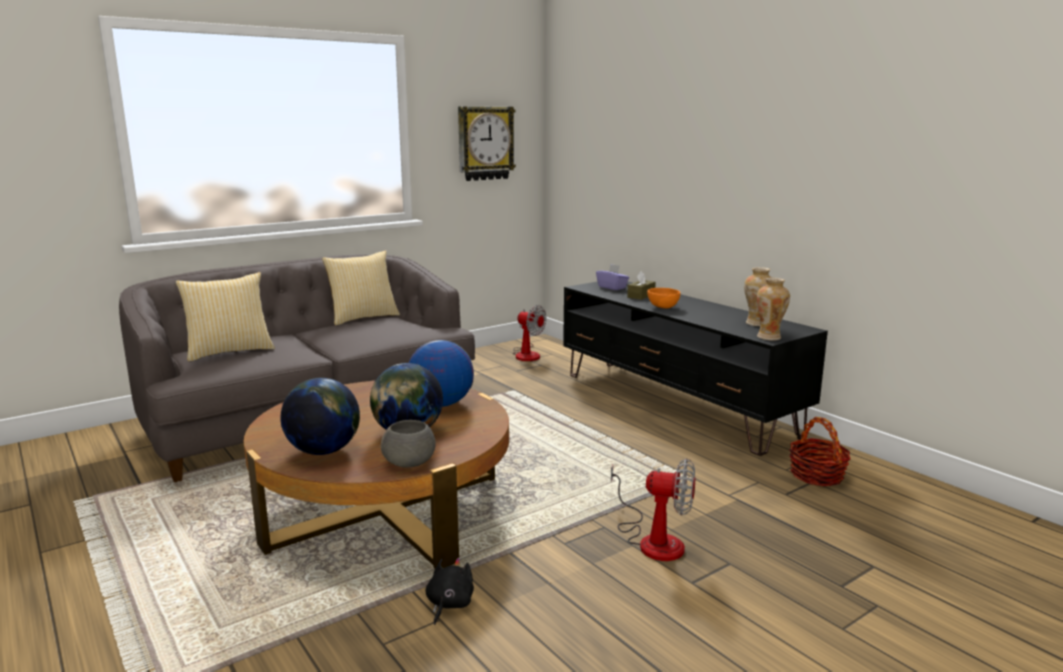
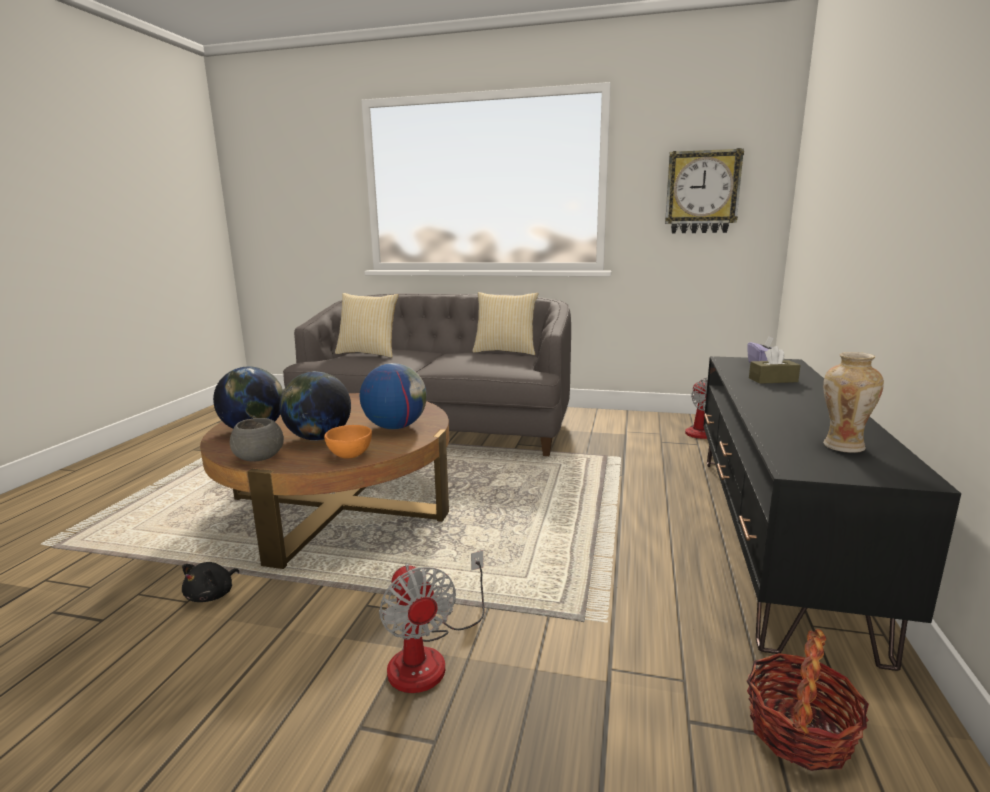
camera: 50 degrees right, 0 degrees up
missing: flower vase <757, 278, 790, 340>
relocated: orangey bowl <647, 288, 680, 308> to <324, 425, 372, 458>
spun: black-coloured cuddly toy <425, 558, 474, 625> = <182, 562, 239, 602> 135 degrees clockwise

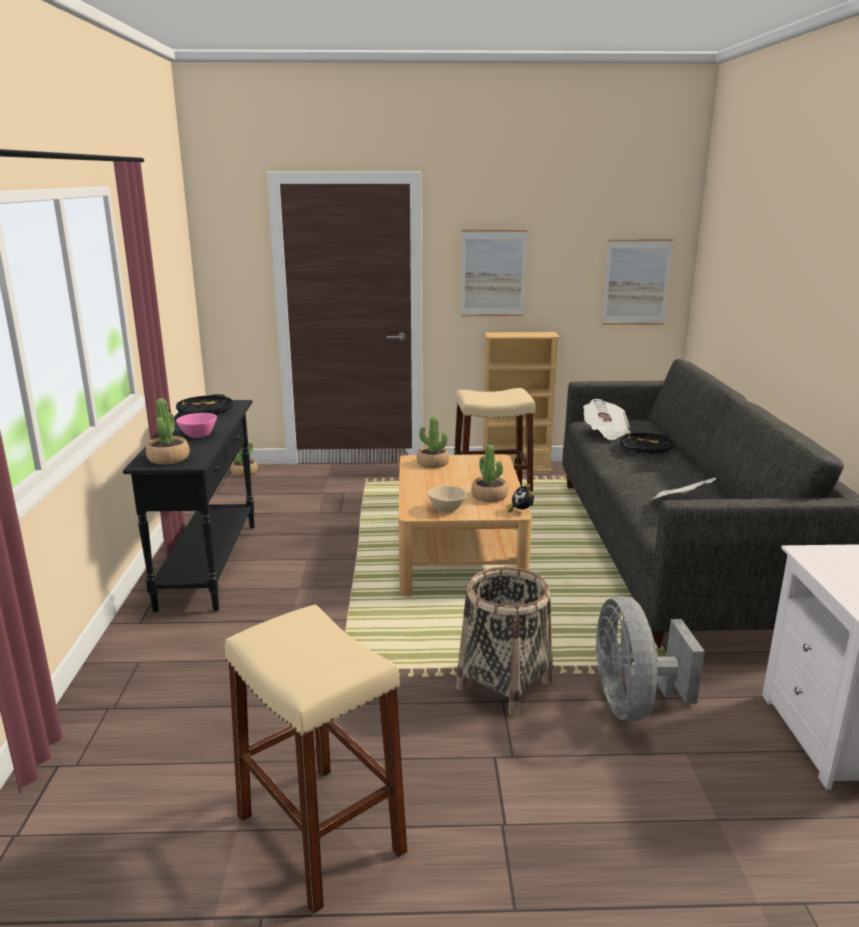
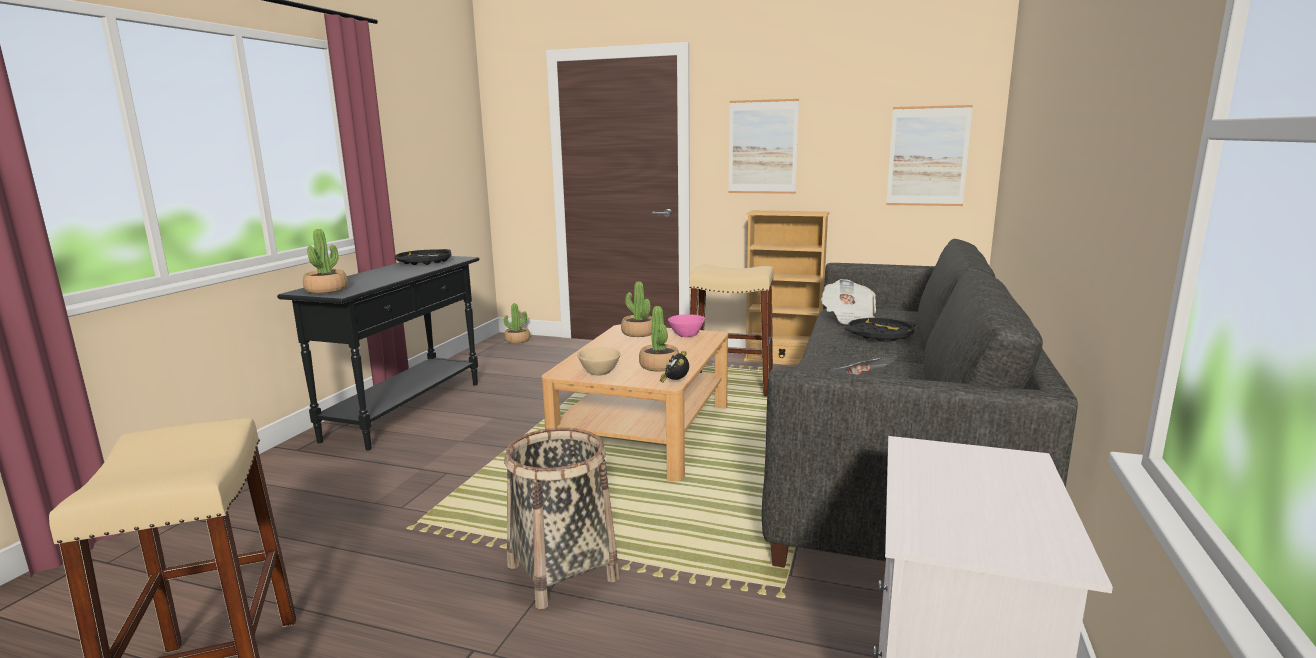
camera: 20 degrees right, 5 degrees down
missing: greyish fan <595, 596, 705, 722>
relocated: pink-coloured bowl <176, 413, 217, 438> to <668, 314, 705, 337>

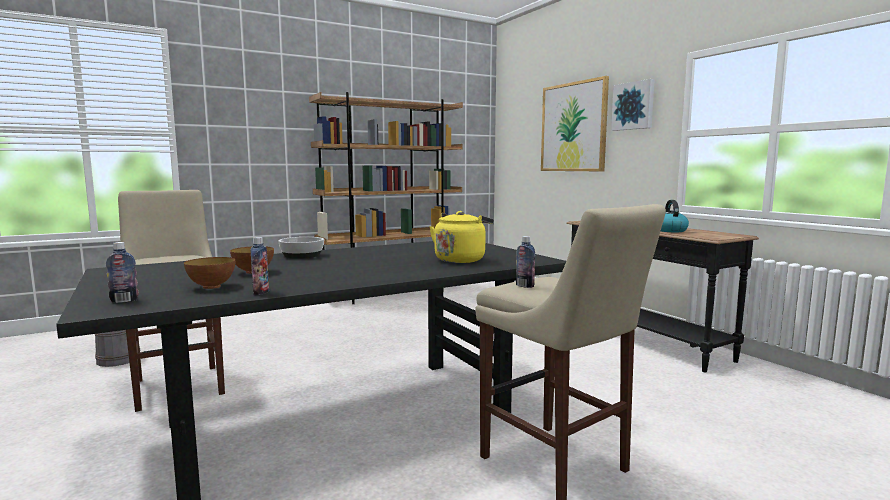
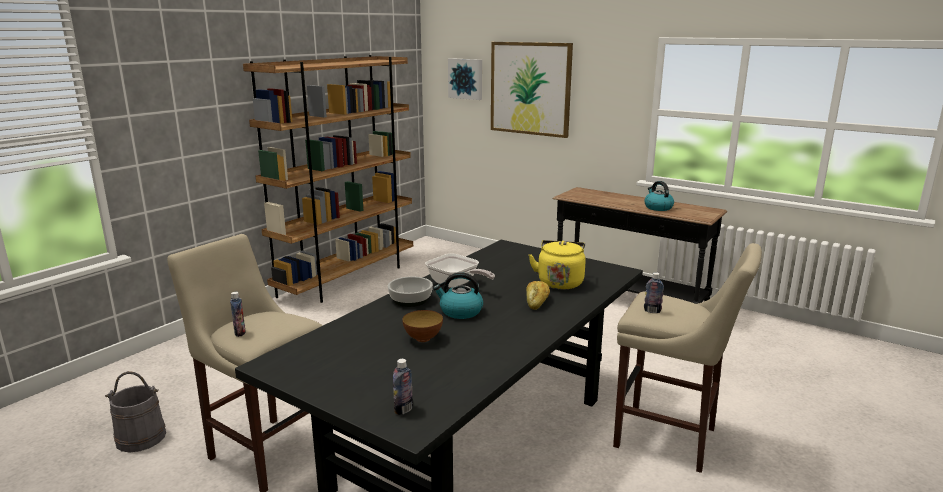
camera: 25 degrees left, 10 degrees up
missing: bowl <184, 257, 235, 289>
appeared: frying pan <425, 253, 495, 288>; kettle <433, 272, 483, 319>; baked bread <526, 281, 550, 310>
relocated: wall art <611, 79, 655, 131> to <448, 58, 482, 100>; drink bottle <251, 237, 269, 295> to <230, 292, 246, 337>

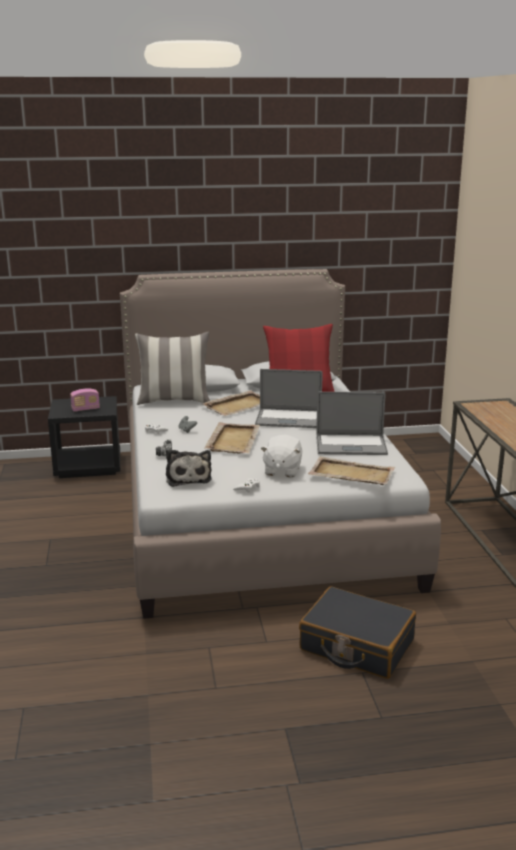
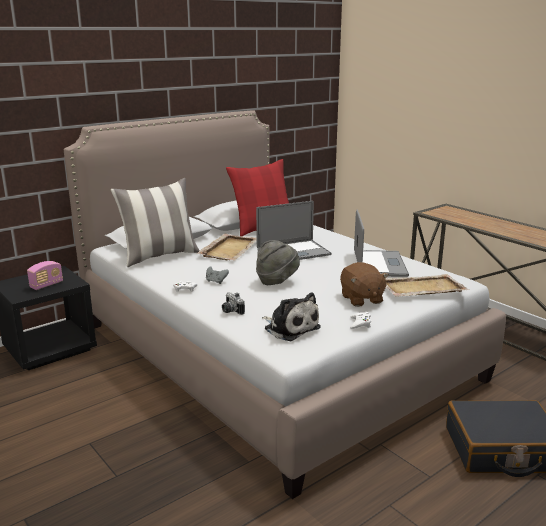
camera: 30 degrees left, 0 degrees up
exchanged: beige-coloured tray <204, 422, 260, 454> to greyish wearable hat <256, 240, 300, 285>
colour: white-coloured cuddly toy <261, 435, 302, 478> to brown cuddly toy <340, 262, 389, 307>
spun: notebook computer <316, 392, 388, 455> = <354, 209, 409, 277> 60 degrees counterclockwise

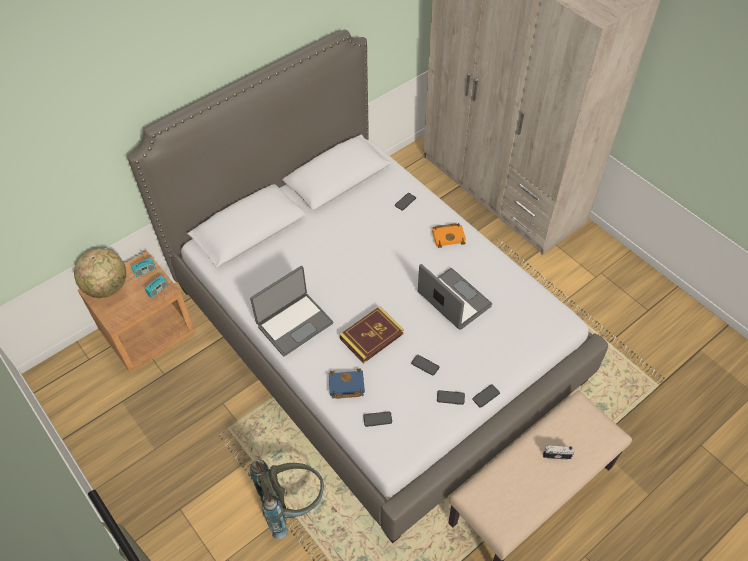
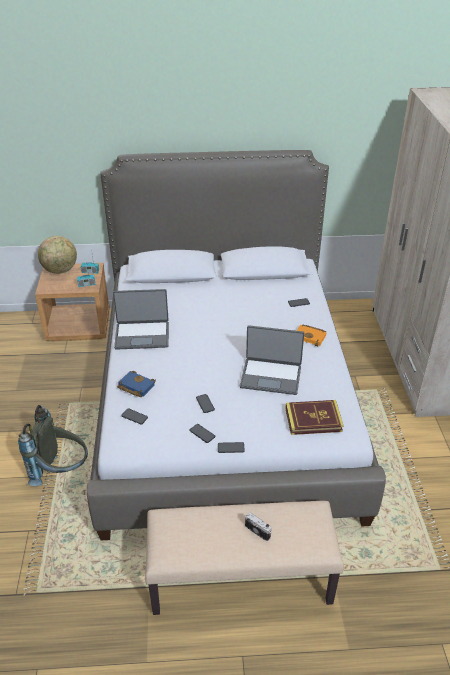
camera: 35 degrees right, 15 degrees down
relocated: bound book <340, 306, 404, 364> to <285, 400, 344, 435>
spun: notebook computer <418, 264, 492, 330> = <240, 325, 304, 395> 105 degrees clockwise

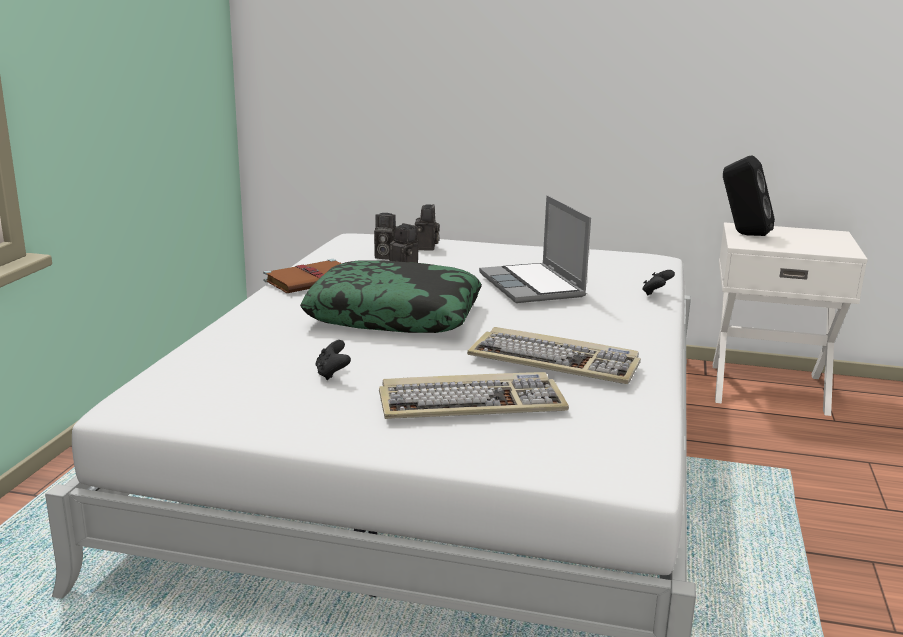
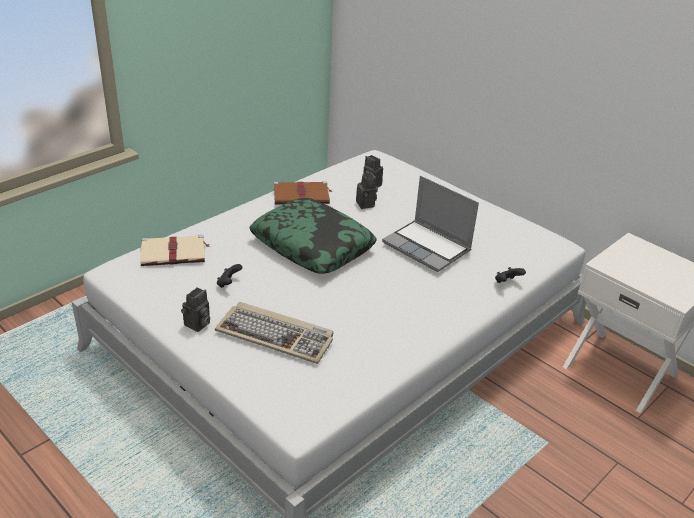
camera: 30 degrees right, 15 degrees up
missing: black-coloured speaker <723, 155, 775, 236>; PC keyboard <467, 327, 641, 384>
appeared: beige-coloured bound book <140, 235, 210, 266>
relocated: still camera <415, 204, 440, 251> to <181, 287, 210, 332>
spun: notebook computer <479, 195, 591, 303> = <382, 176, 479, 272> 60 degrees counterclockwise

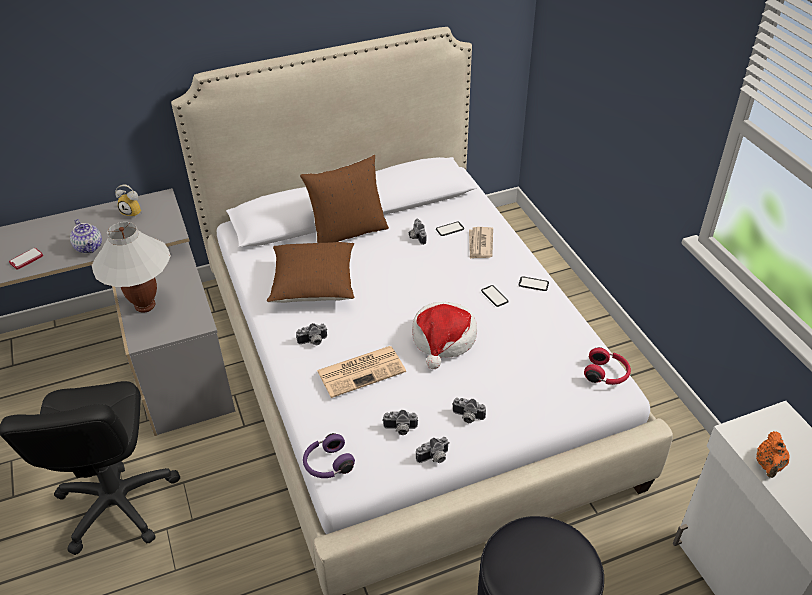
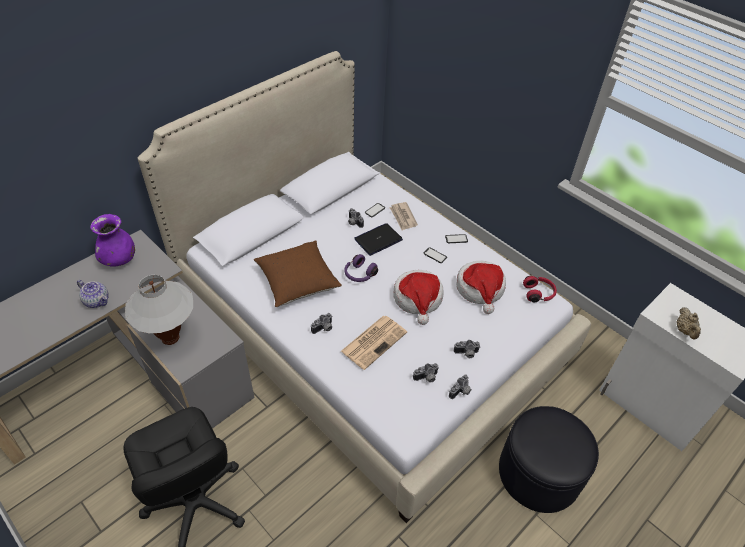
camera: 25 degrees left, 5 degrees up
missing: brown pillow <300, 155, 389, 243>; phone <9, 248, 43, 270>
appeared: notebook computer <355, 223, 403, 256>; wearable hat <456, 261, 506, 314>
relocated: purple headphones <303, 433, 355, 478> to <344, 254, 378, 282>
exchanged: bedside clock <115, 184, 142, 217> to purple flower vase <90, 214, 135, 267>
colour: orangey teapot <756, 431, 789, 478> to beige-coloured teapot <677, 307, 701, 340>

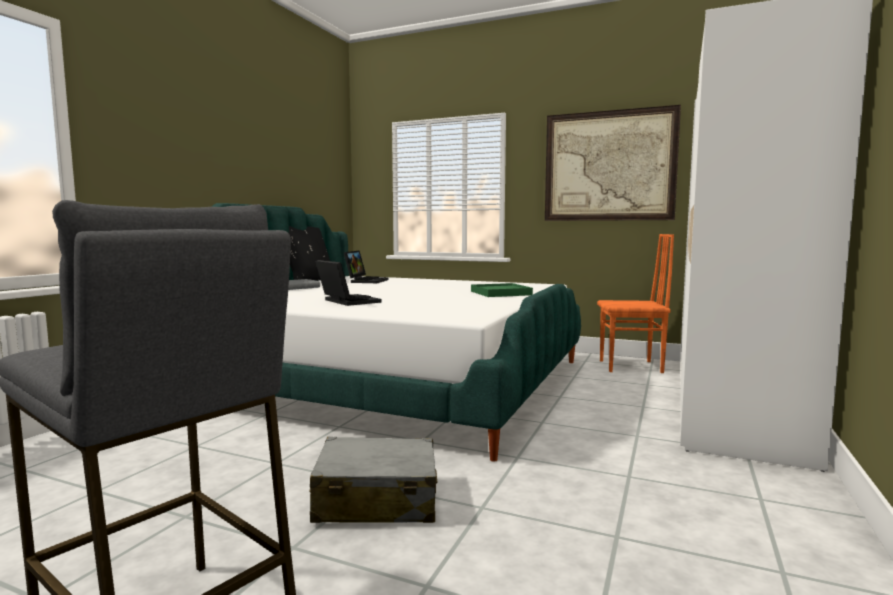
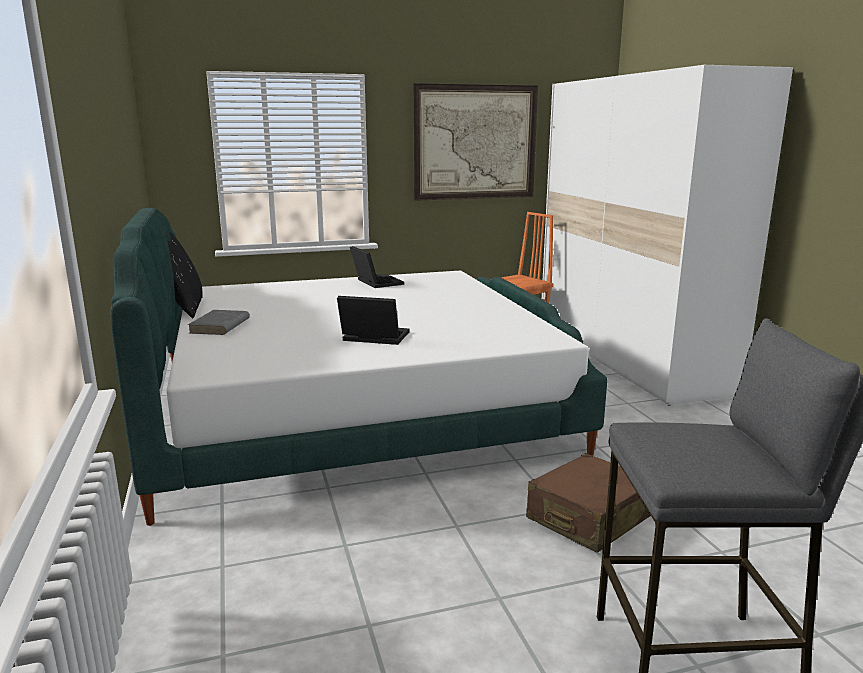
camera: 40 degrees left, 10 degrees up
missing: green-coloured tray <471, 283, 533, 297>
relocated: notebook computer <344, 251, 389, 283> to <350, 246, 404, 288>
colour: greyish suitcase <309, 437, 437, 523> to brown suitcase <526, 453, 651, 553>

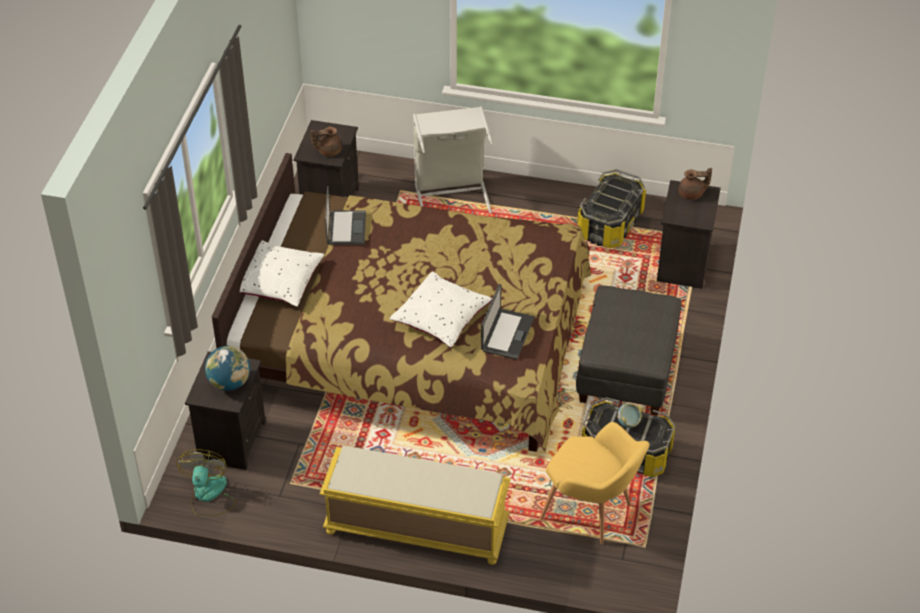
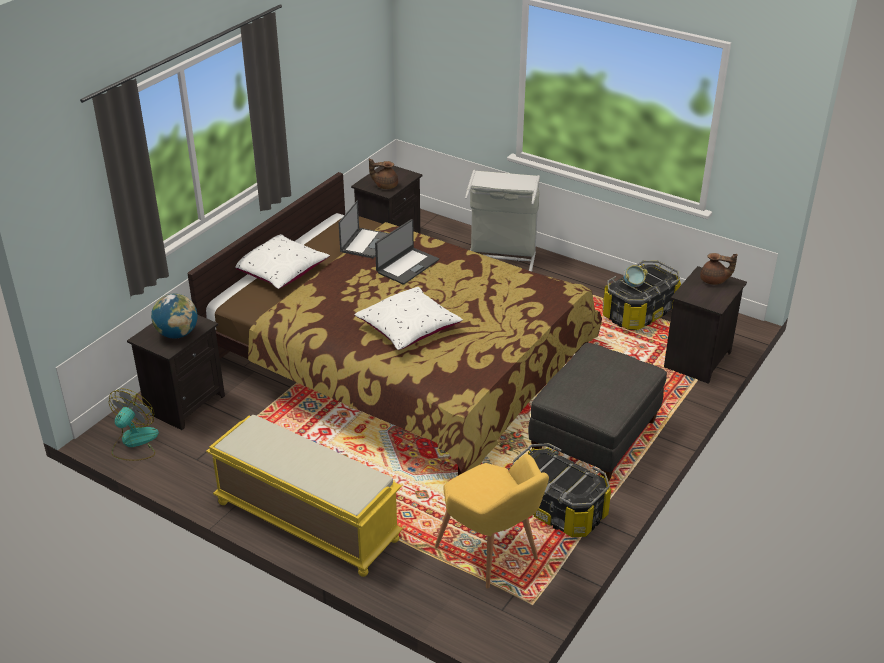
camera: 20 degrees right, 10 degrees down
relocated: notebook computer <481, 284, 534, 360> to <375, 219, 439, 285>; bowl <617, 403, 643, 428> to <623, 265, 648, 287>

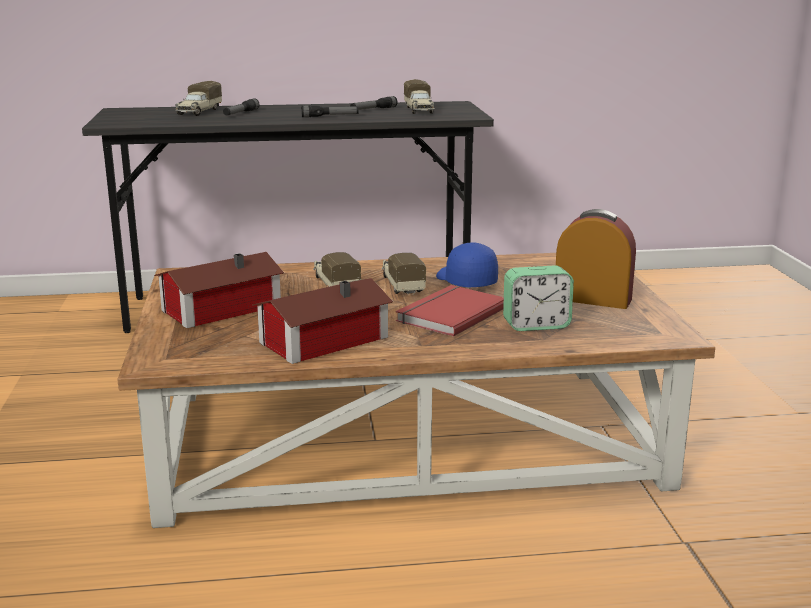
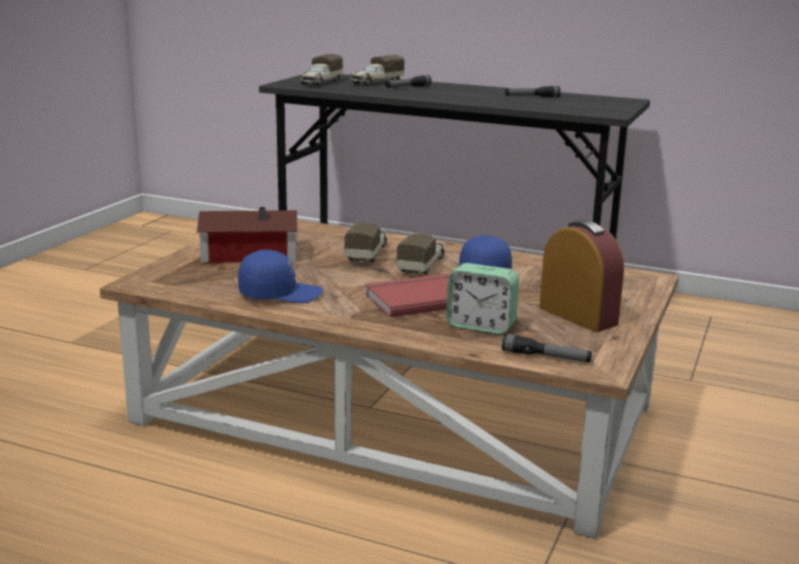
camera: 30 degrees right, 0 degrees up
relocated: model truck <404, 79, 435, 114> to <300, 54, 343, 86>; hand torch <301, 105, 359, 117> to <502, 333, 592, 363>
exchanged: toy house <252, 278, 393, 364> to blue-coloured baseball cap <238, 250, 323, 303>

